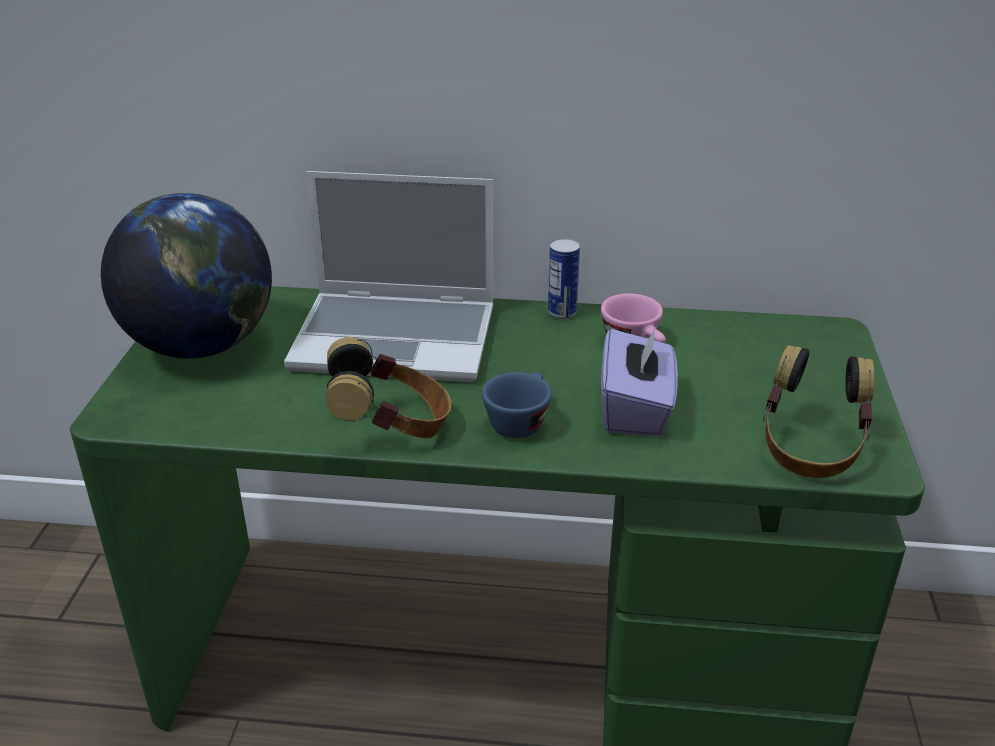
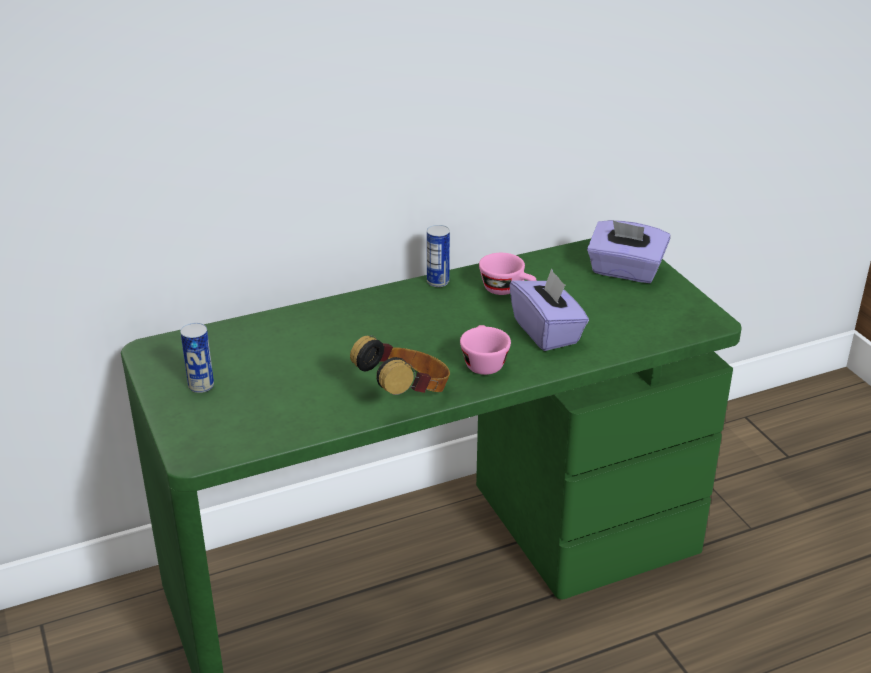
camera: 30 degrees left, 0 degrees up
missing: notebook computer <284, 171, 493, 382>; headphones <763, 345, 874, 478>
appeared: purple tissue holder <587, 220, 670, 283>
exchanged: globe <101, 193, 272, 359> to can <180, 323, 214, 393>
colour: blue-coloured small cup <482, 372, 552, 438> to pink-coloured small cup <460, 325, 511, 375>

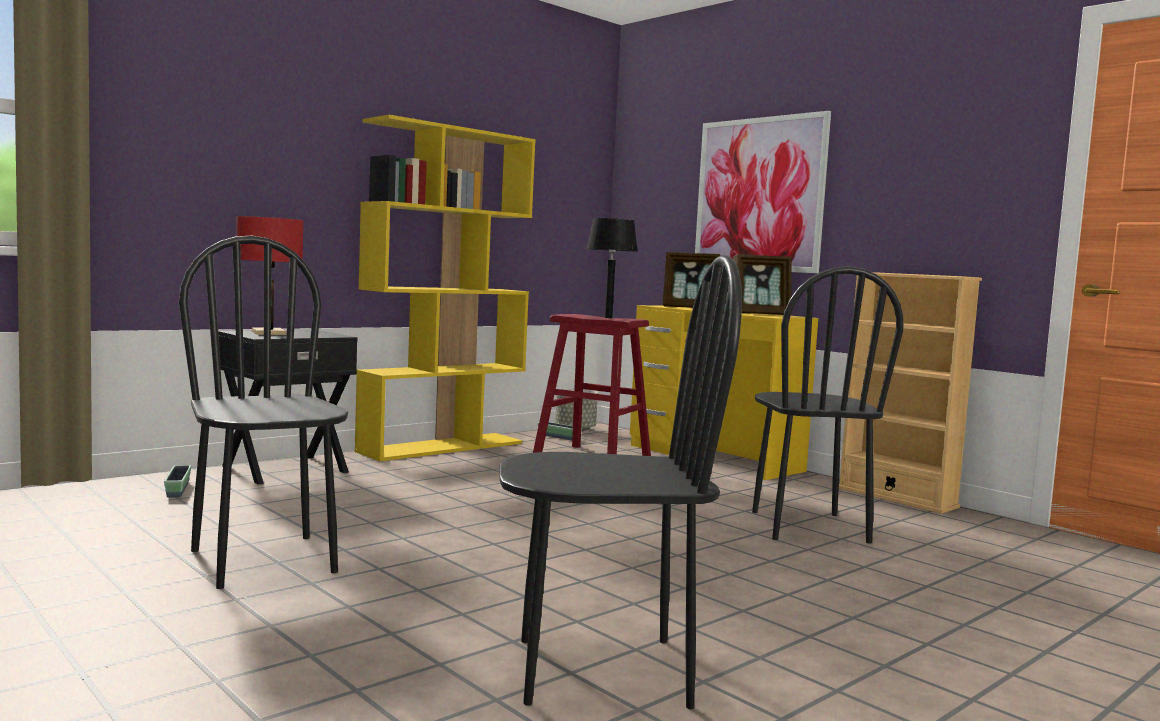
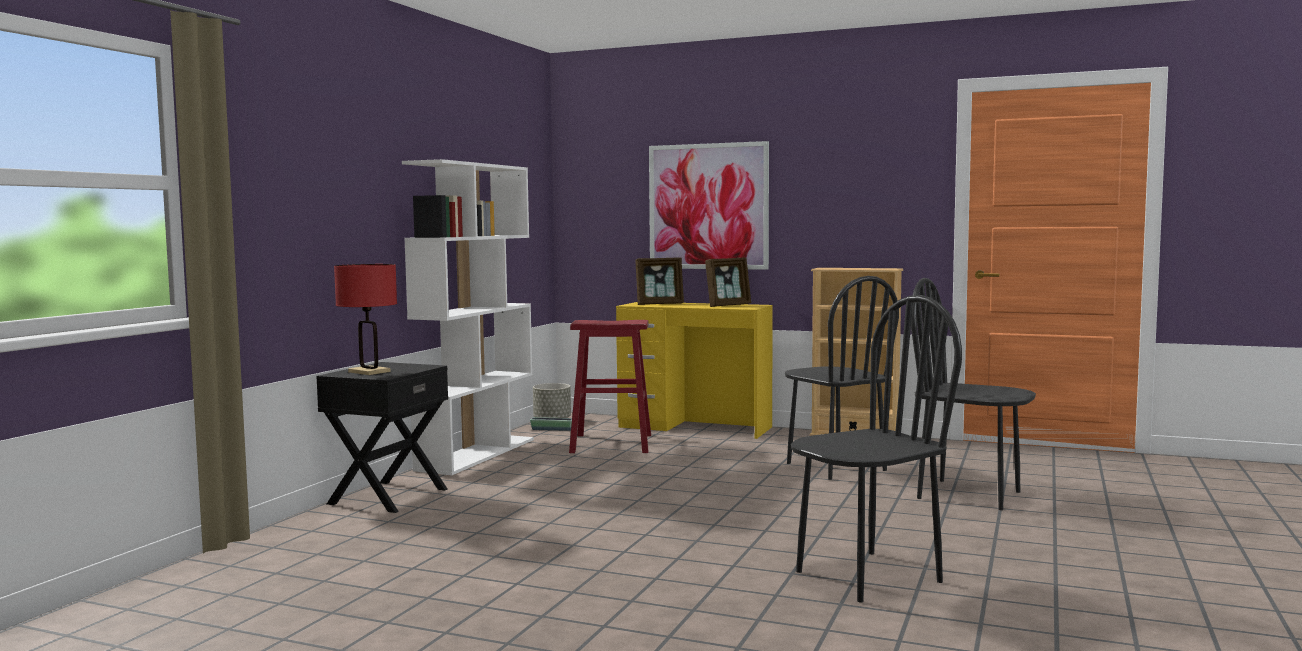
camera: 25 degrees left, 0 degrees up
missing: black-coloured lamp for a table <586, 218, 637, 318>; planter <164, 465, 191, 497>
relocated: black-coloured plain chair <179, 236, 348, 589> to <911, 278, 1036, 510>
colour: yellowish bookshelf <355, 115, 536, 461> to white-coloured bookshelf <402, 159, 534, 475>

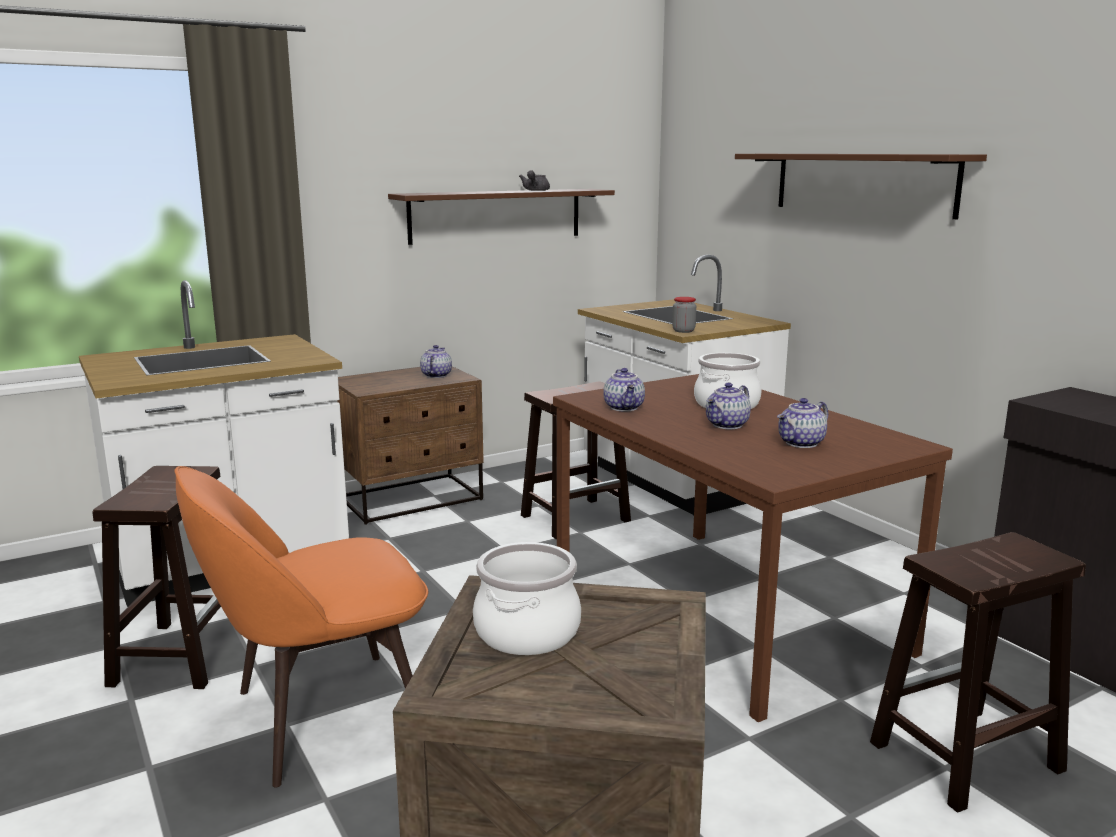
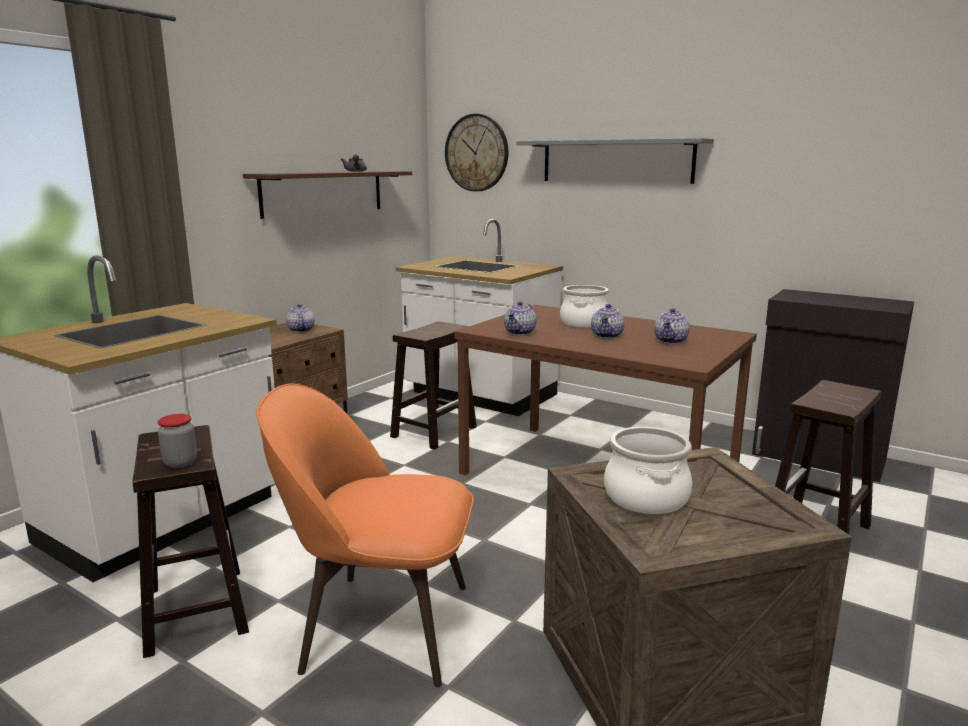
camera: 25 degrees left, 0 degrees up
appeared: hanging clock <445, 114, 508, 192>
relocated: preserve jar <672, 297, 696, 333> to <158, 414, 197, 468>
colour: brown wall shelf <735, 154, 987, 219> to greyish wall shelf <516, 138, 714, 184>
spun: teapot <603, 368, 645, 411> = <504, 301, 536, 335> 60 degrees clockwise; orangey plain chair <174, 466, 428, 787> = <256, 384, 474, 687> 60 degrees clockwise

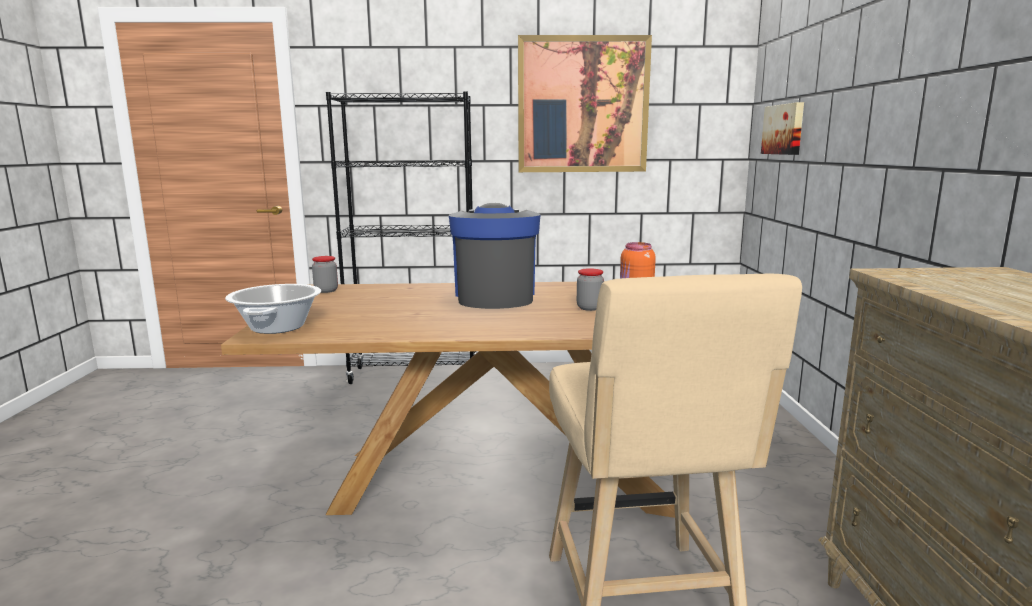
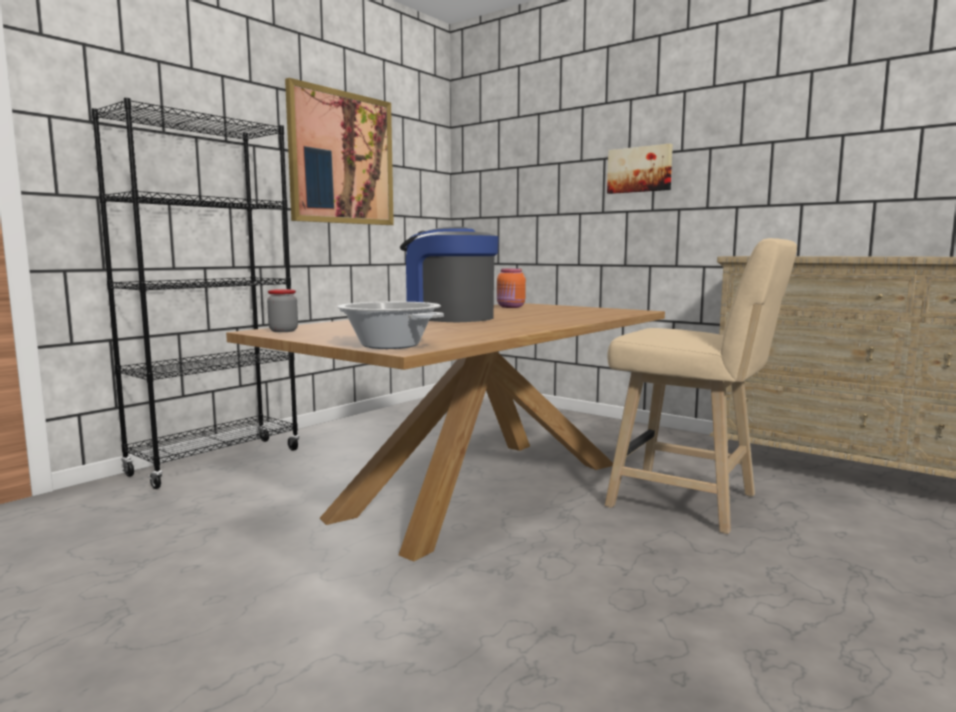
camera: 50 degrees left, 5 degrees down
missing: preserve jar <577, 269, 604, 311>
relocated: wall art <761, 102, 804, 155> to <607, 144, 673, 194>

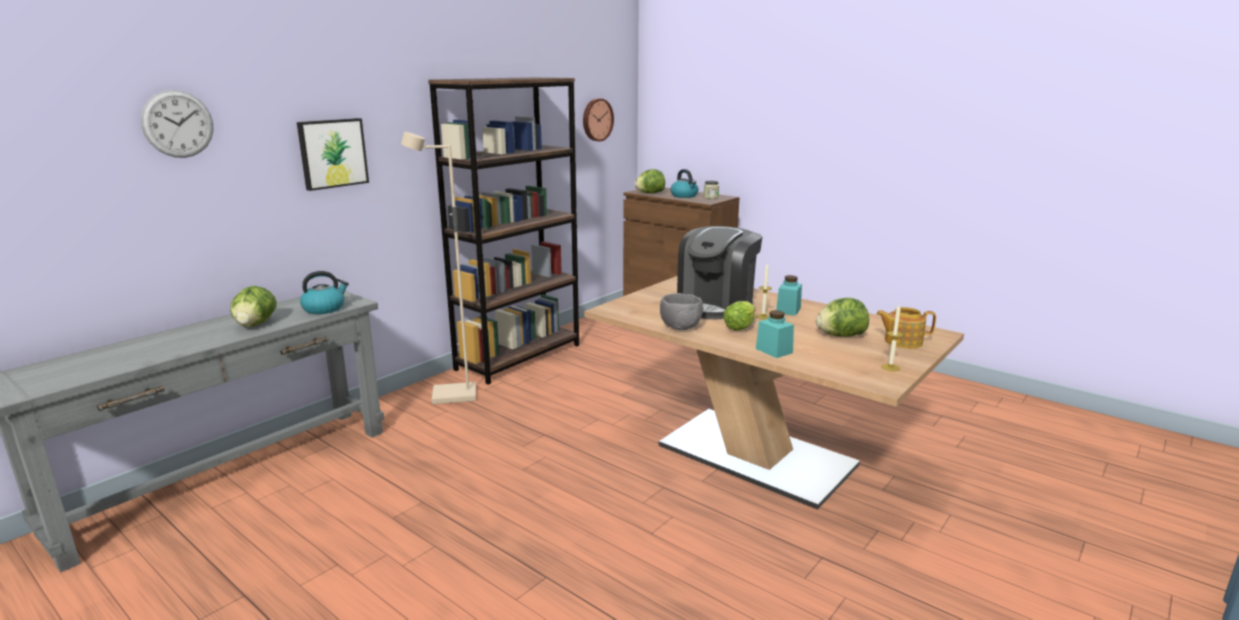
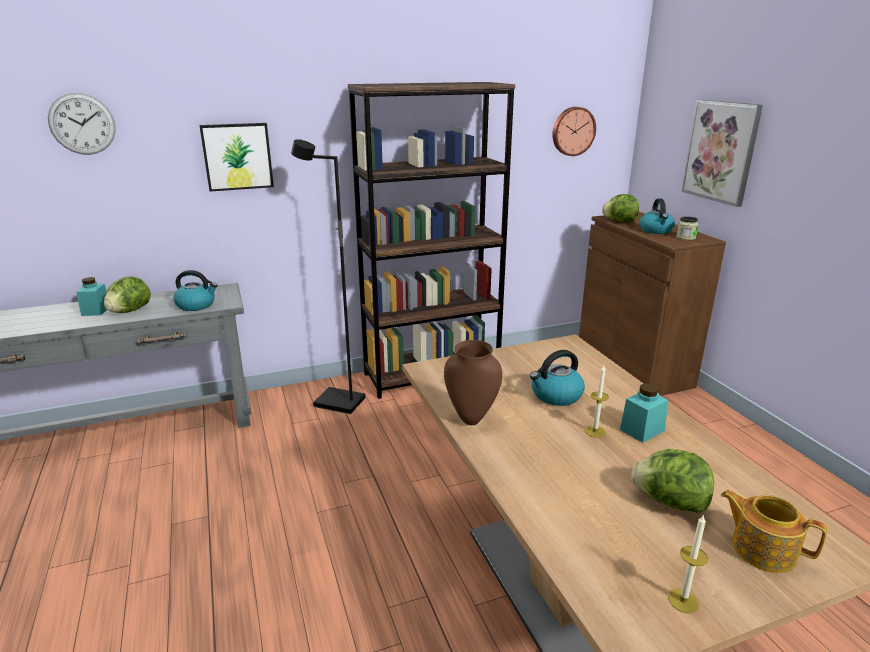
camera: 30 degrees right, 5 degrees up
missing: head of lettuce <723, 301, 755, 331>
appeared: wall art <682, 100, 763, 207>
relocated: blue-green preserve jar <756, 310, 794, 358> to <76, 277, 107, 316>
exchanged: coffee machine <677, 226, 762, 319> to kettle <530, 350, 585, 406>; greyish bowl <660, 293, 703, 330> to brown flower vase <444, 340, 502, 425>
colour: beige-coloured standing lamp <401, 132, 476, 404> to black-coloured standing lamp <291, 139, 365, 414>

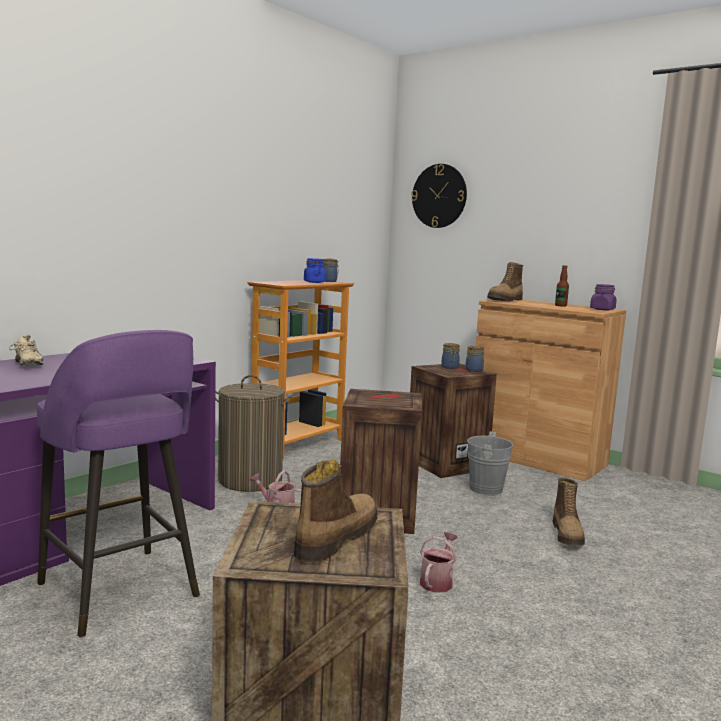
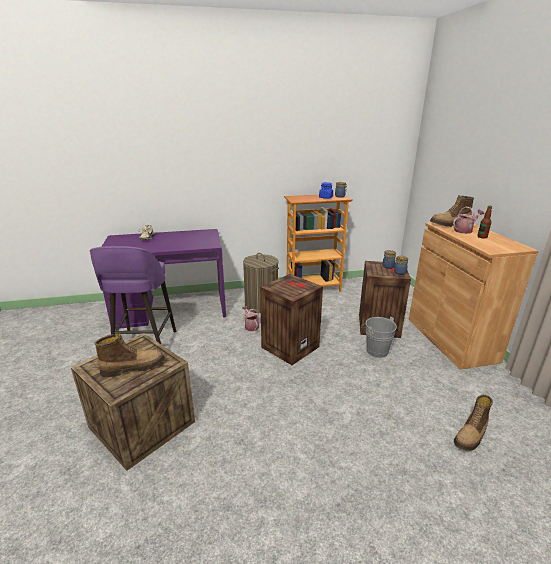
camera: 40 degrees right, 15 degrees up
missing: hanging clock <411, 164, 467, 228>; purple preserve jar <590, 284, 617, 310>
relocated: high-top boot <553, 478, 585, 546> to <454, 394, 493, 451>; watering pot <420, 532, 458, 593> to <453, 207, 484, 234>

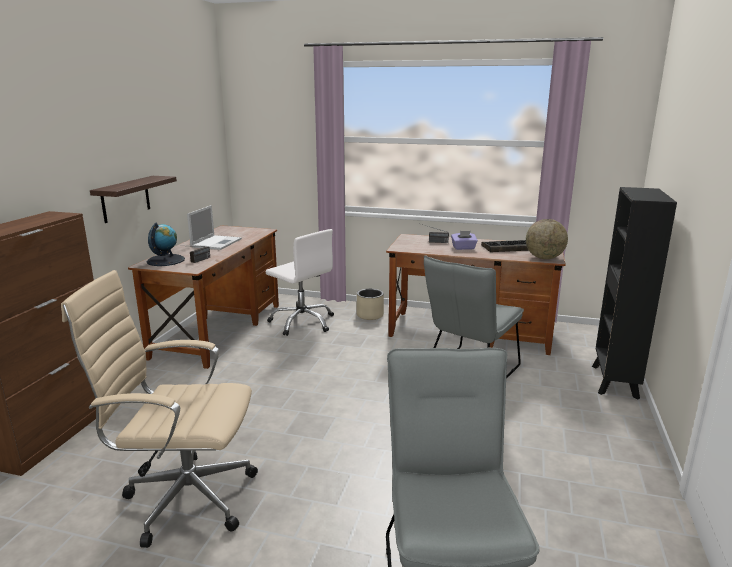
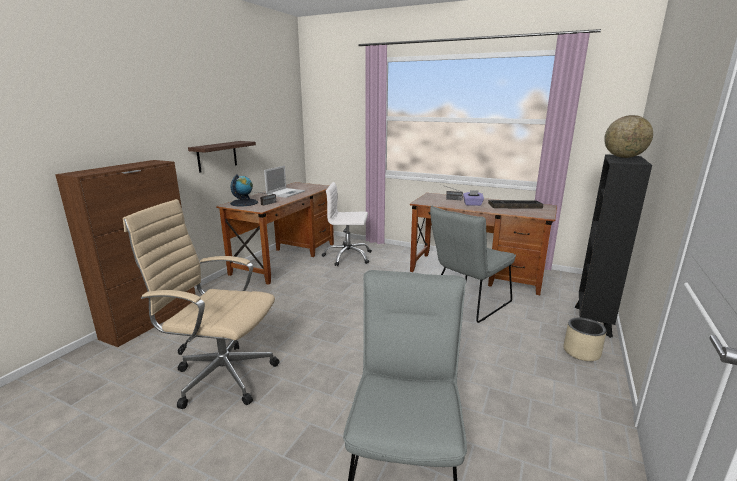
camera: 10 degrees right, 0 degrees up
relocated: globe <526, 219, 568, 259> to <604, 115, 653, 158>; beige-coloured planter <357, 289, 384, 320> to <563, 318, 607, 361>
spun: white-coloured office chair <266, 229, 334, 336> = <322, 182, 372, 266> 135 degrees clockwise

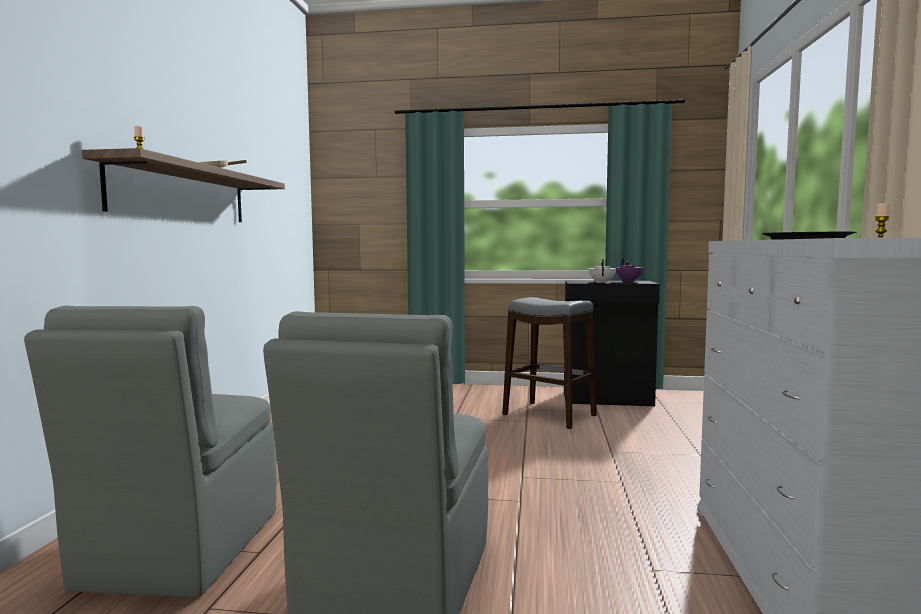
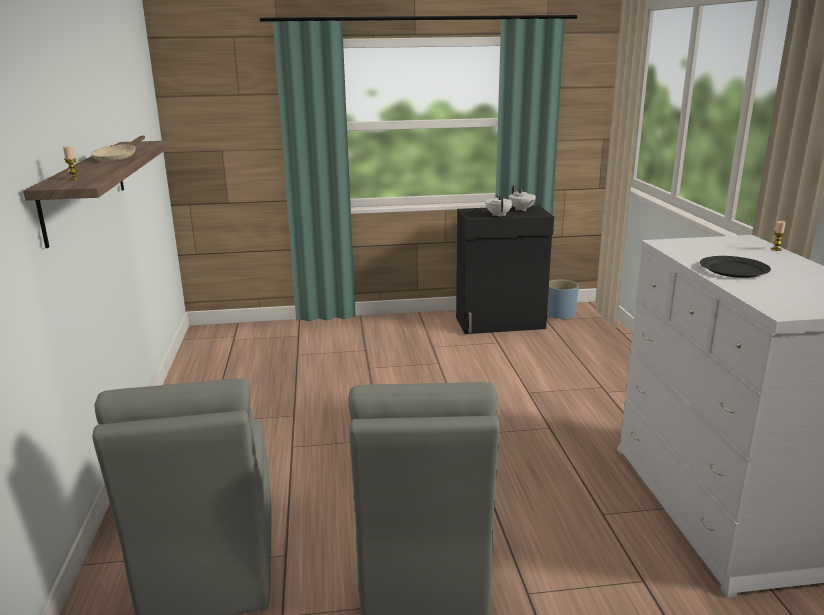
camera: 15 degrees left, 15 degrees up
missing: greyish stool seat <502, 297, 597, 429>
appeared: blue-coloured planter <547, 279, 579, 320>
colour: purple teapot <616, 258, 643, 282> to white-coloured teapot <509, 184, 536, 211>

